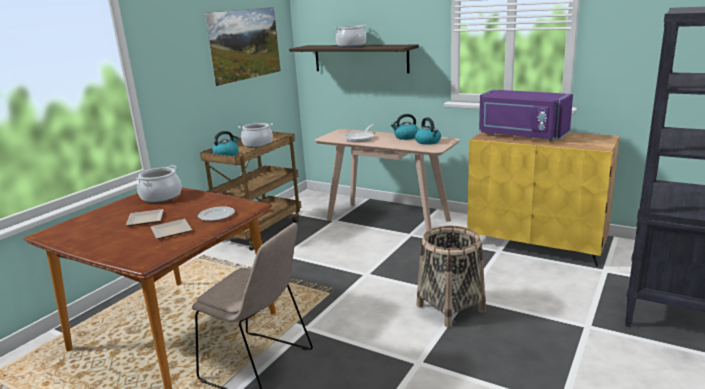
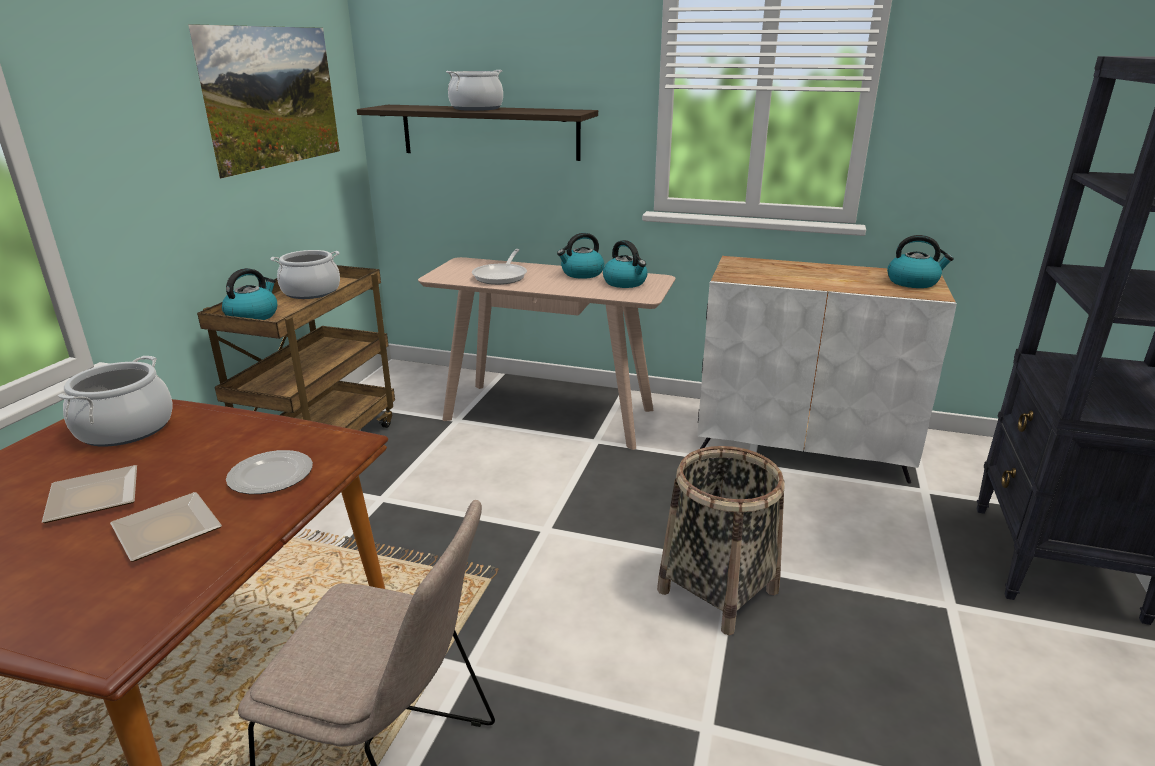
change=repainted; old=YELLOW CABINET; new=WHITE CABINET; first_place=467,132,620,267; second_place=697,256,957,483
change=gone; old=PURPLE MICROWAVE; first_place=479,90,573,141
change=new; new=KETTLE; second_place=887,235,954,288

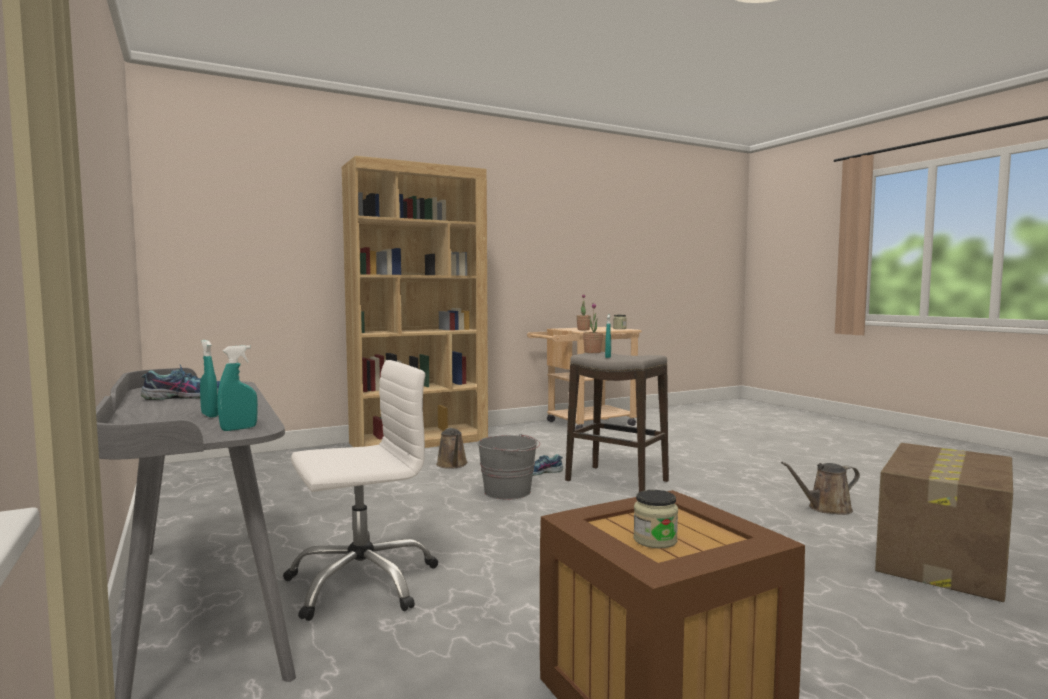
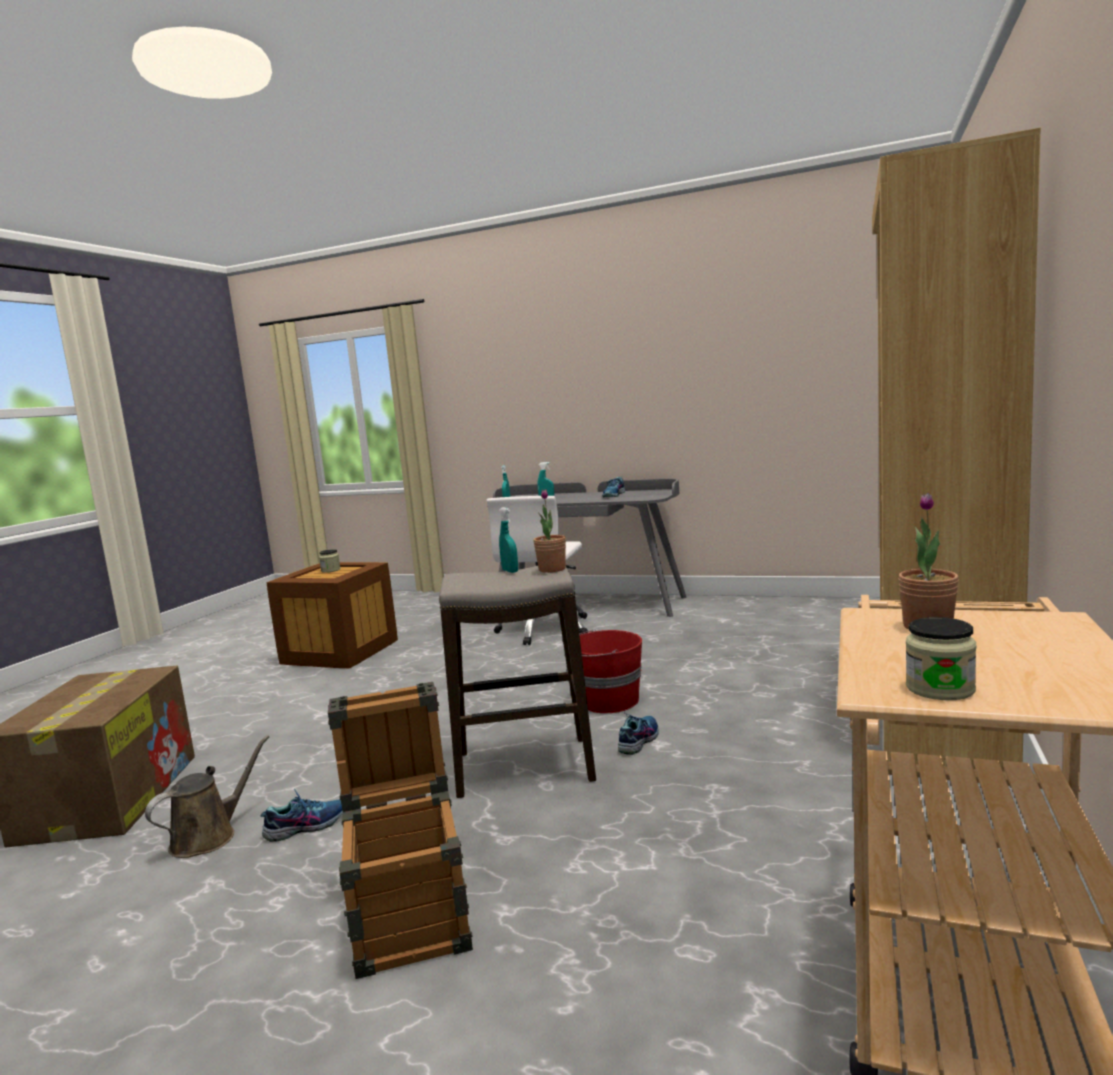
change=gone; old=BROWN WATERING CAN; first_place=436,428,468,469
change=repainted; old=GREY BUCKET; new=RED BUCKET; first_place=478,434,540,500; second_place=579,629,642,713
change=new; new=SHOE; second_place=261,789,343,842
change=new; new=CRATE; second_place=328,682,473,979

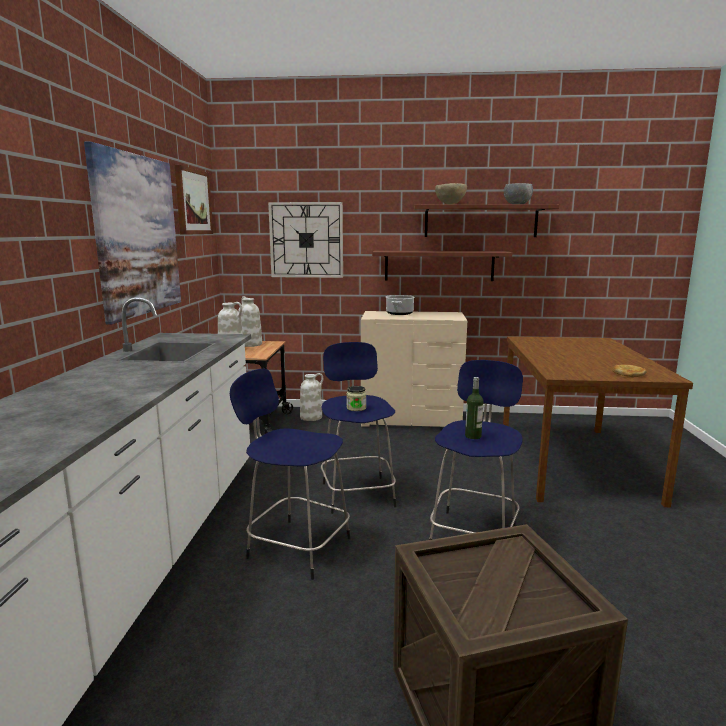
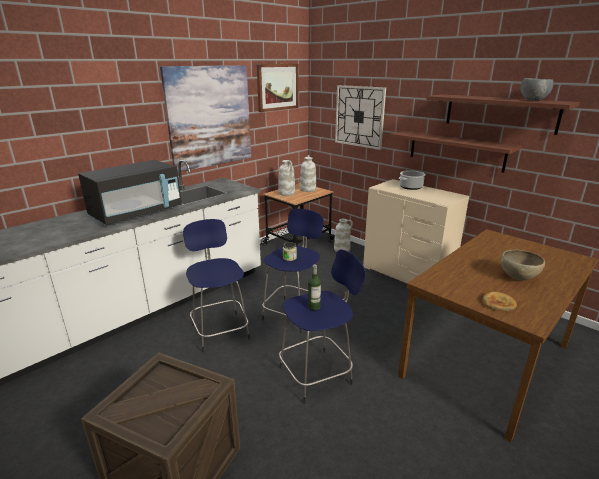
change=shifted; old=BROWN BOWL; first_place=435,183,467,205; second_place=501,250,545,280
change=new; new=BLACK MICROWAVE; second_place=78,160,182,225

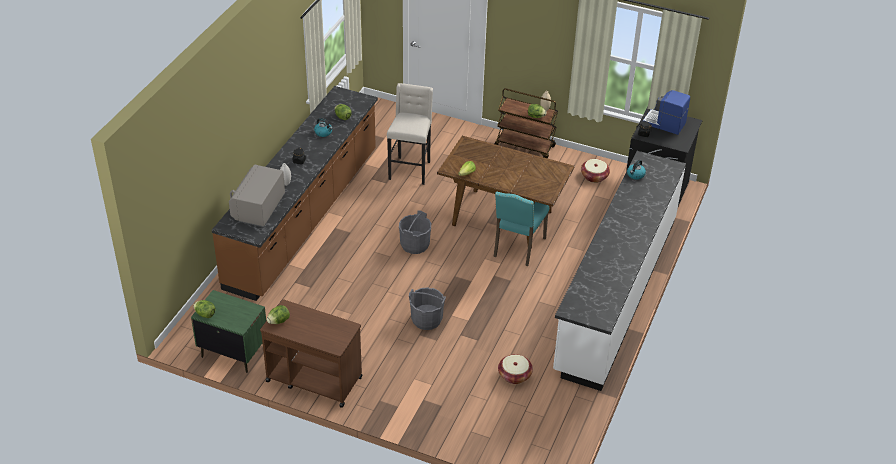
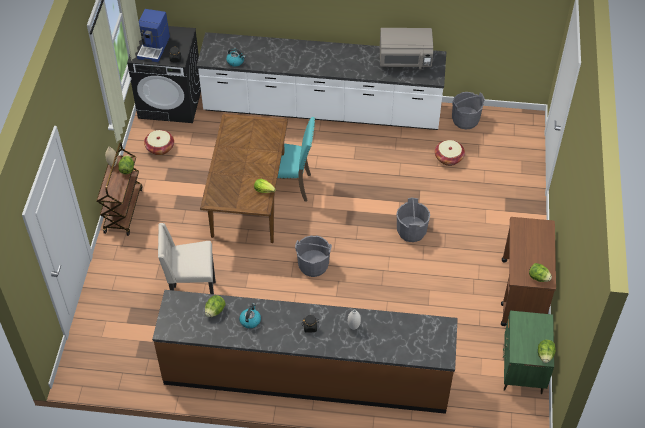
change=shifted; old=GREY MICROWAVE; first_place=229,164,285,227; second_place=380,28,433,69
change=new; new=GREY BUCKET; second_place=452,92,485,130

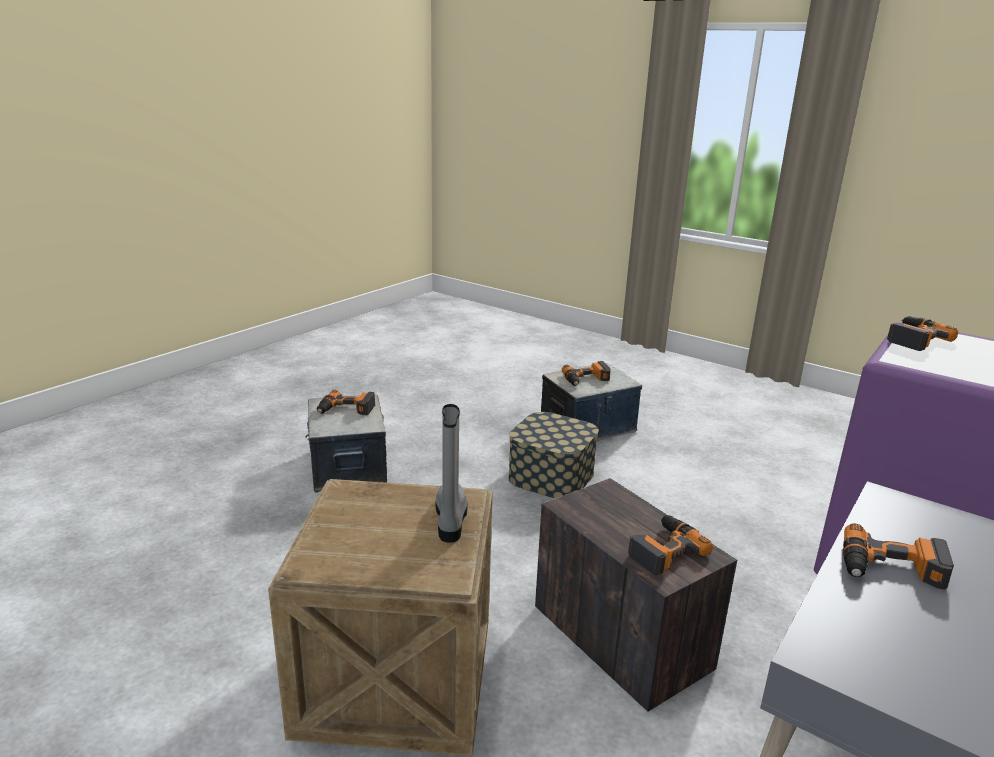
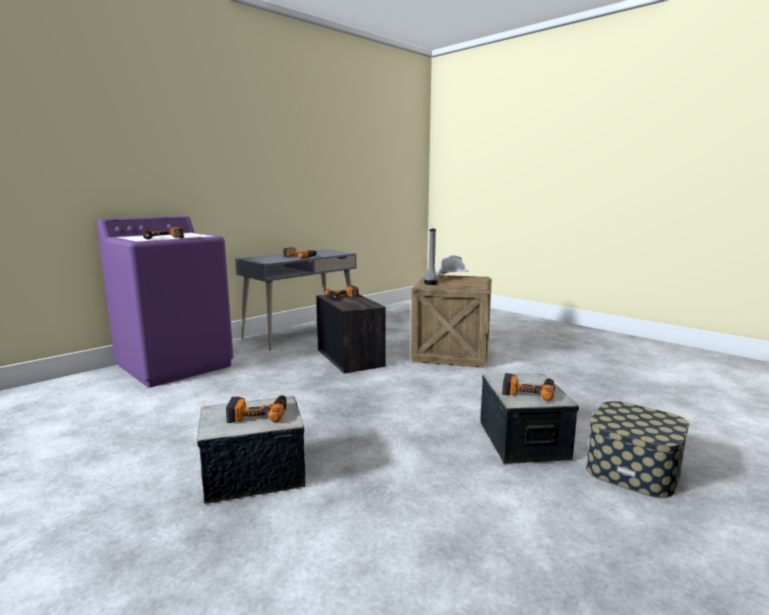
change=shifted; old=STORAGE BOX; first_place=508,412,599,498; second_place=586,401,689,498
change=new; new=WHITE HARD HAT; second_place=437,255,469,277

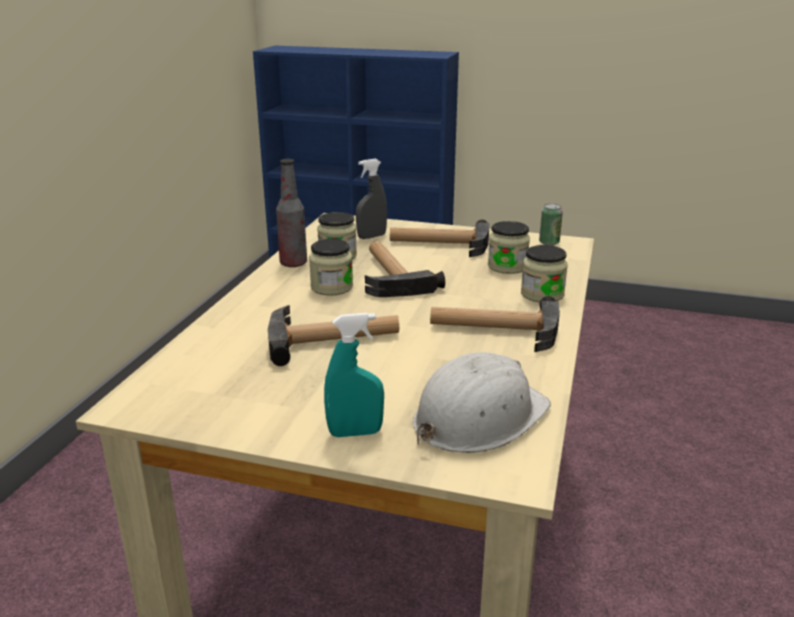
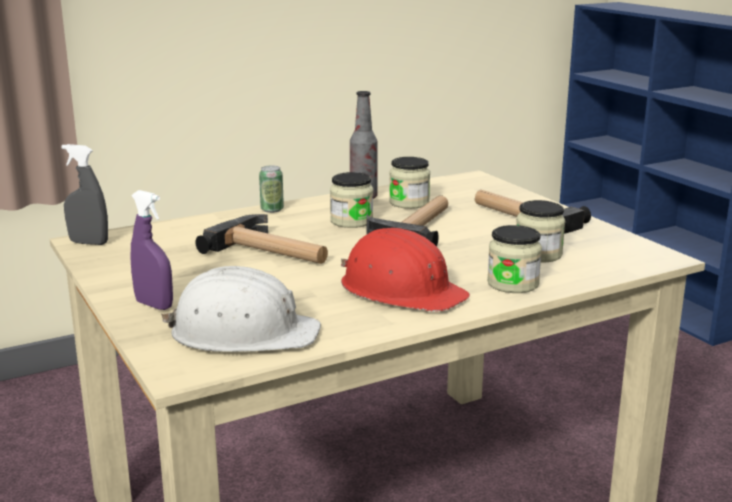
change=repainted; old=TURQUOISE SPRAY BOTTLE; new=PURPLE SPRAY BOTTLE; first_place=324,313,384,437; second_place=130,190,173,310
change=shifted; old=GREY SPRAY BOTTLE; first_place=356,159,387,239; second_place=61,144,108,245
change=swapped; old=HAMMER; new=RED HARD HAT; first_place=430,296,560,352; second_place=341,228,470,312
change=shifted; old=CAN; first_place=539,203,563,246; second_place=259,166,284,213

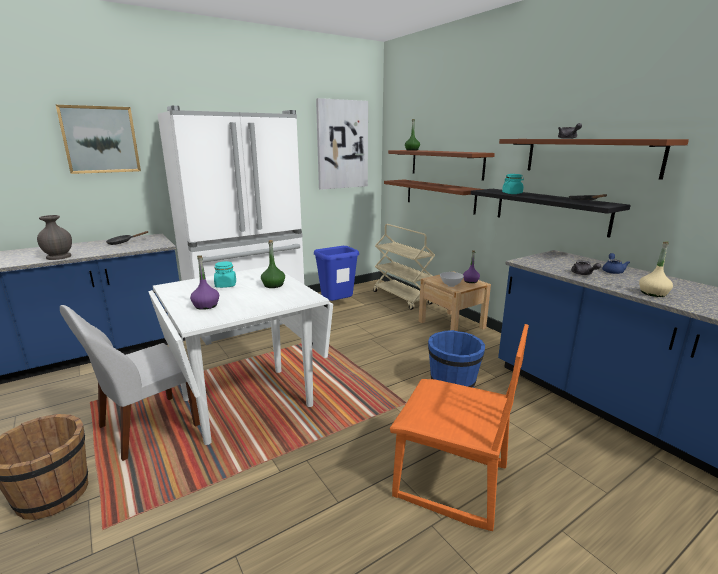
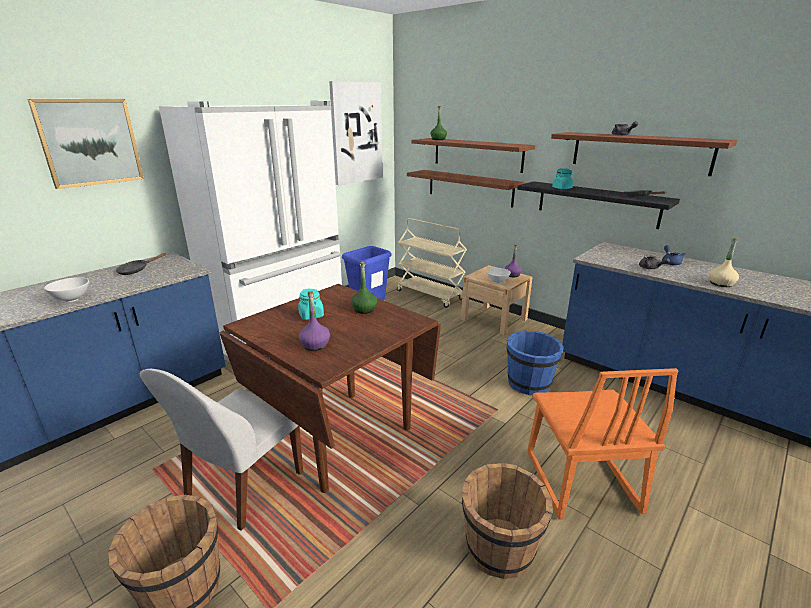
change=swapped; old=GREY VASE; new=WHITE BOWL; first_place=37,215,72,260; second_place=44,277,89,302
change=repainted; old=WHITE DINING TABLE; new=BROWN DINING TABLE; first_place=149,266,333,445; second_place=219,284,441,493
change=rotated; old=ORANGE CHAIR; first_place=390,324,529,531; second_place=527,368,678,520; degrees=75
change=new; new=BROWN BUCKET; second_place=462,463,552,579

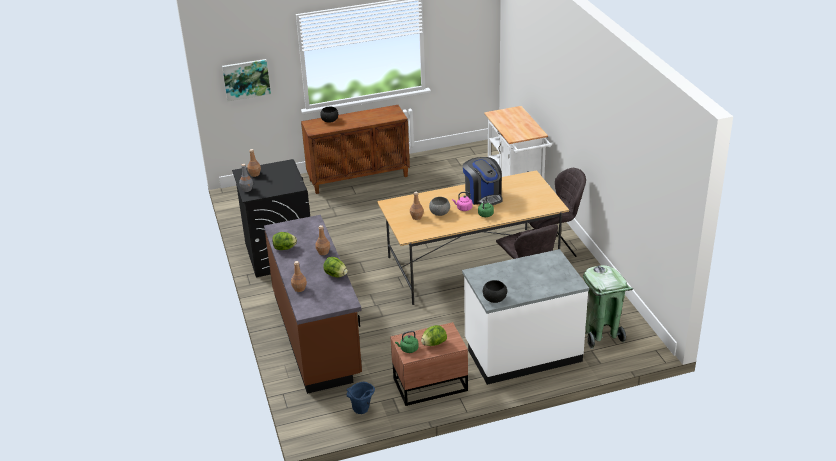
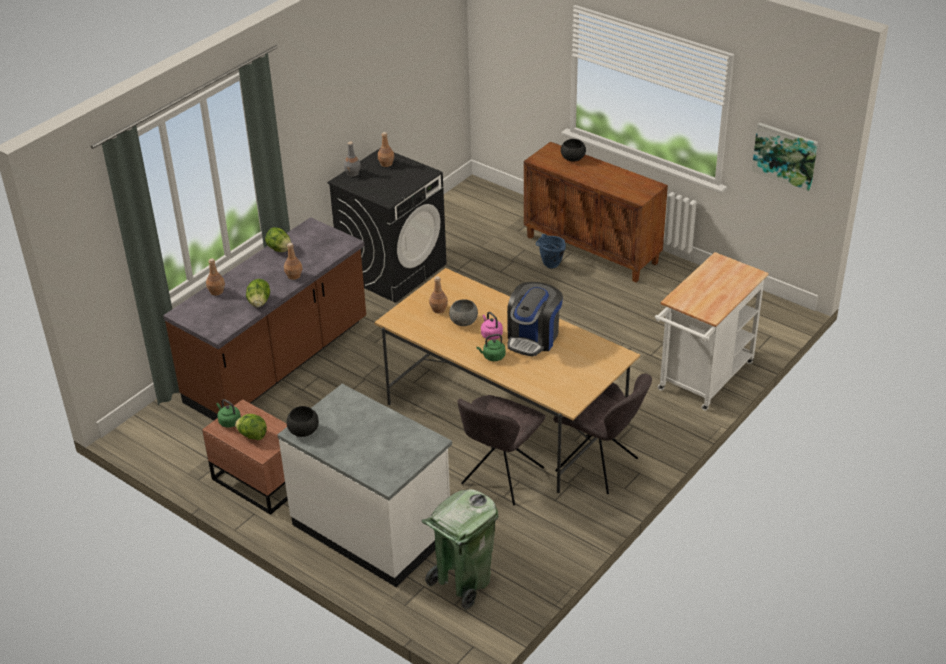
change=shifted; old=PICTURE; first_place=222,59,271,101; second_place=752,122,818,191
change=shifted; old=BLUE BUCKET; first_place=347,382,375,414; second_place=536,234,566,269

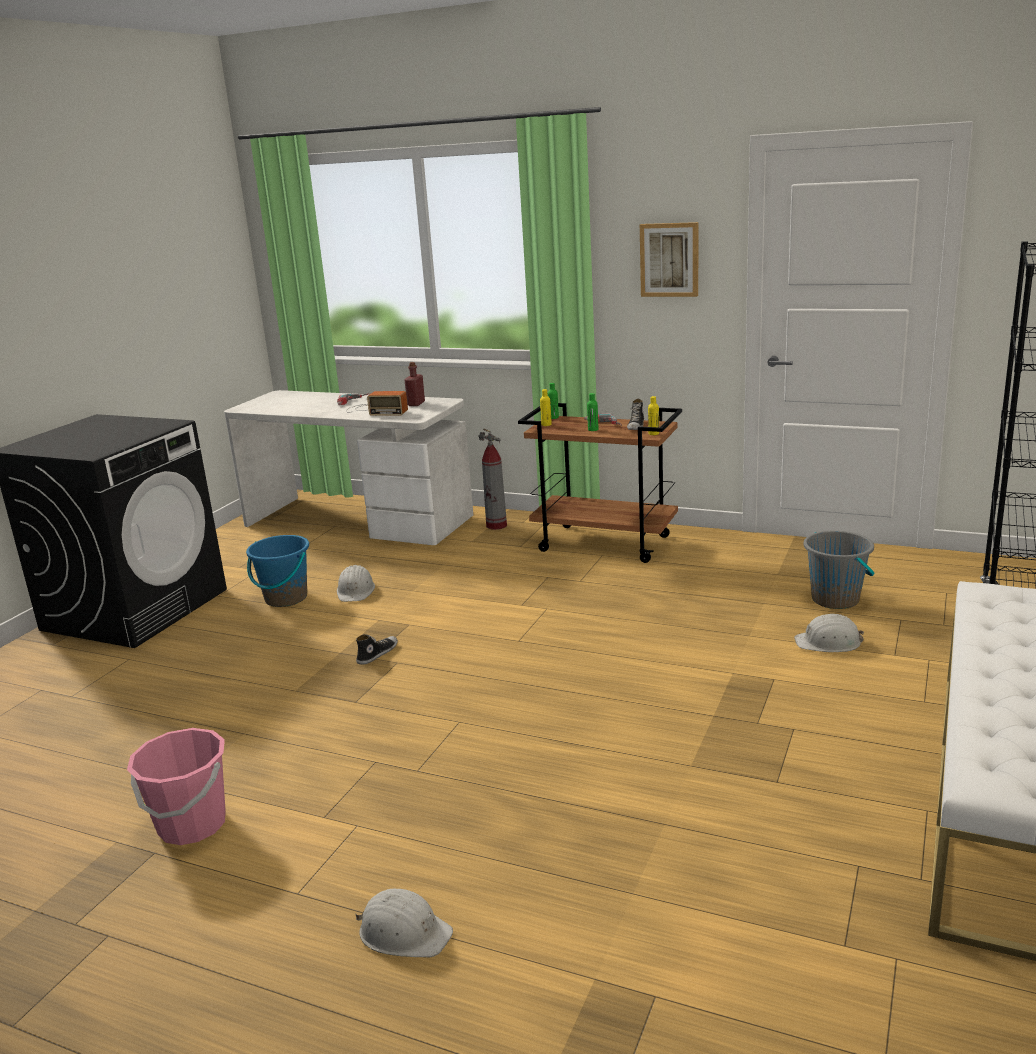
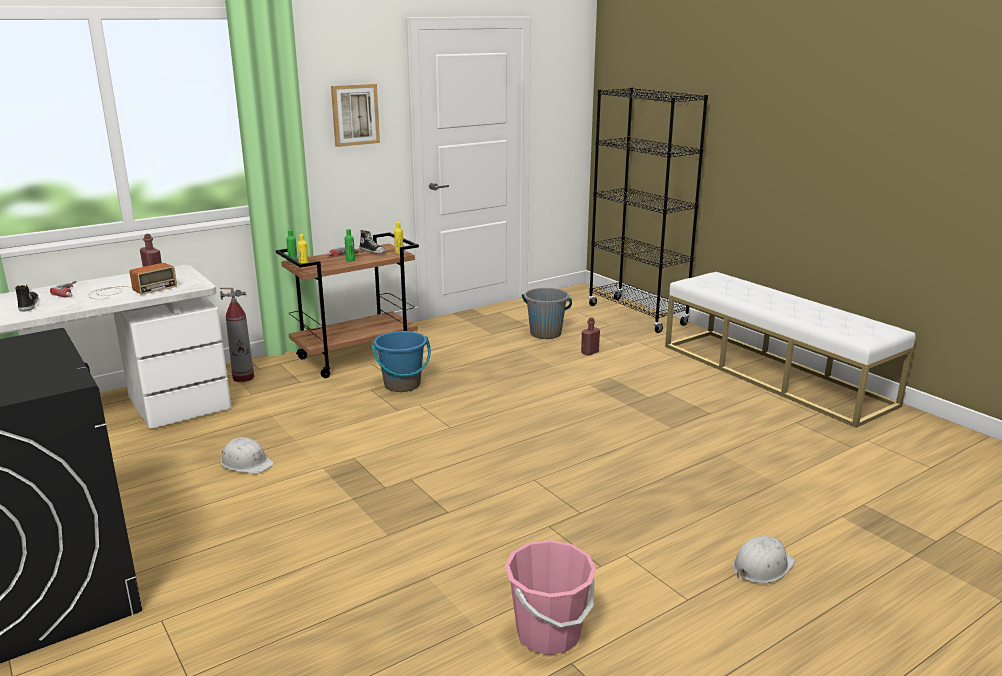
change=shifted; old=BLUE BUCKET; first_place=246,535,309,607; second_place=372,331,431,392
change=shifted; old=SHOE; first_place=356,634,398,665; second_place=15,285,38,311
change=swapped; old=WHITE HARD HAT; new=RED BOTTLE; first_place=794,614,864,652; second_place=581,318,600,356

